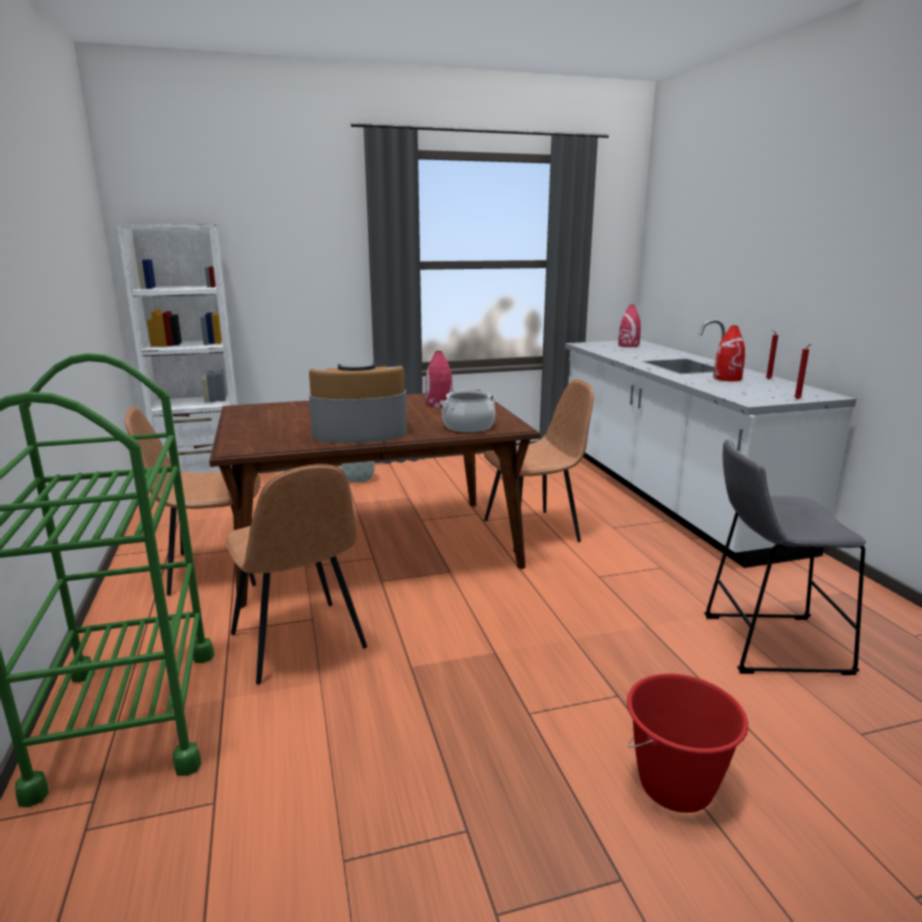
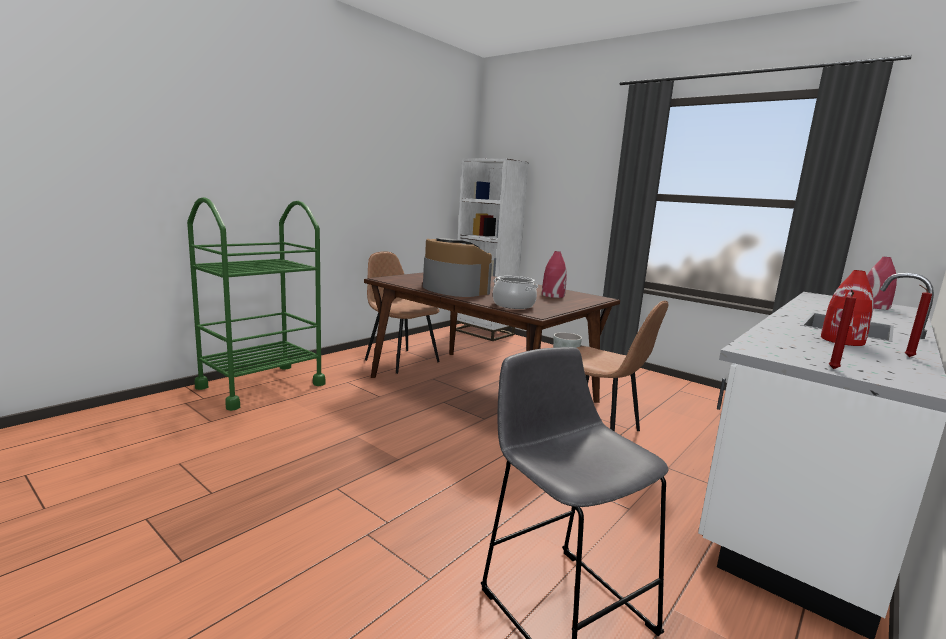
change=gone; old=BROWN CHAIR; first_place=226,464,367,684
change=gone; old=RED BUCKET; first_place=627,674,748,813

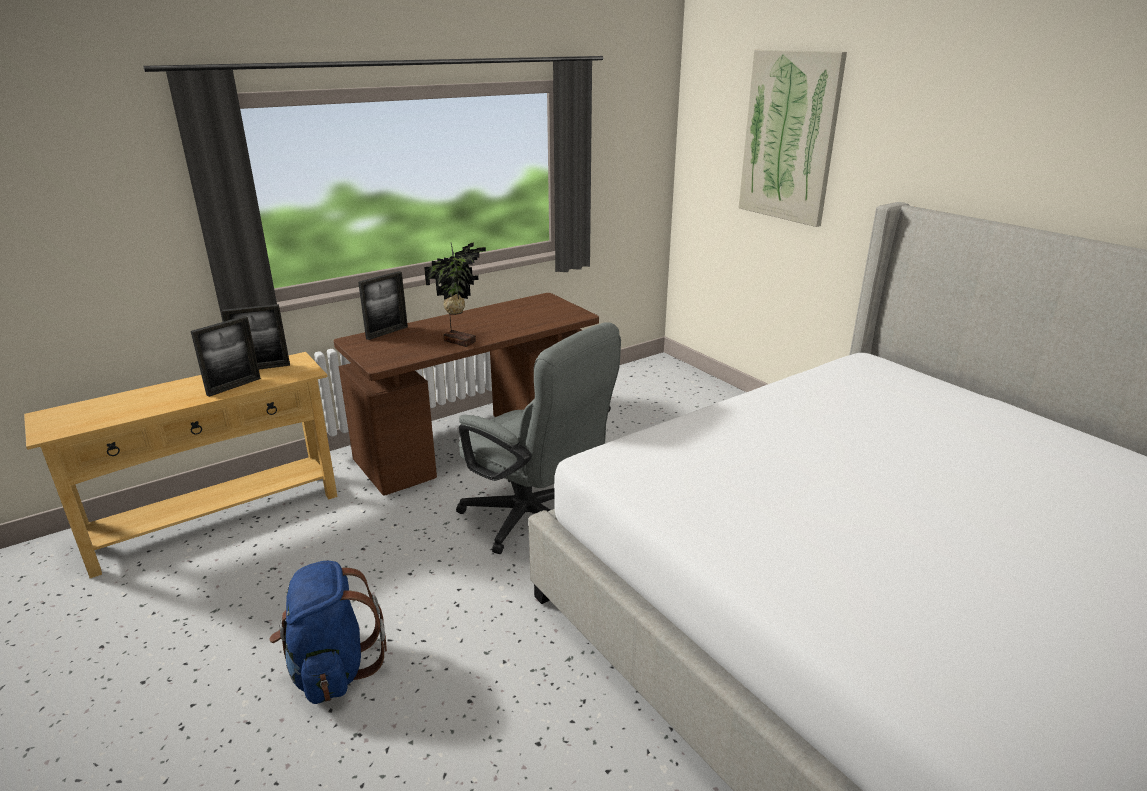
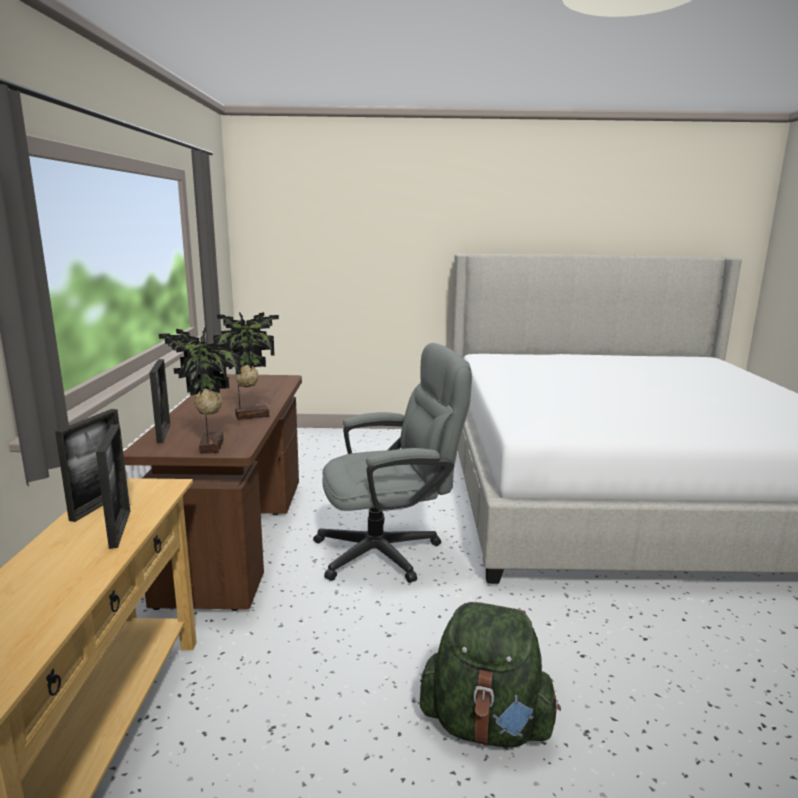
change=repainted; old=BLUE BACKPACK; new=GREEN BACKPACK; first_place=269,561,387,704; second_place=420,602,561,748
change=gone; old=PICTURE; first_place=739,50,847,227
change=new; new=POTTED PLANT; second_place=158,326,241,454

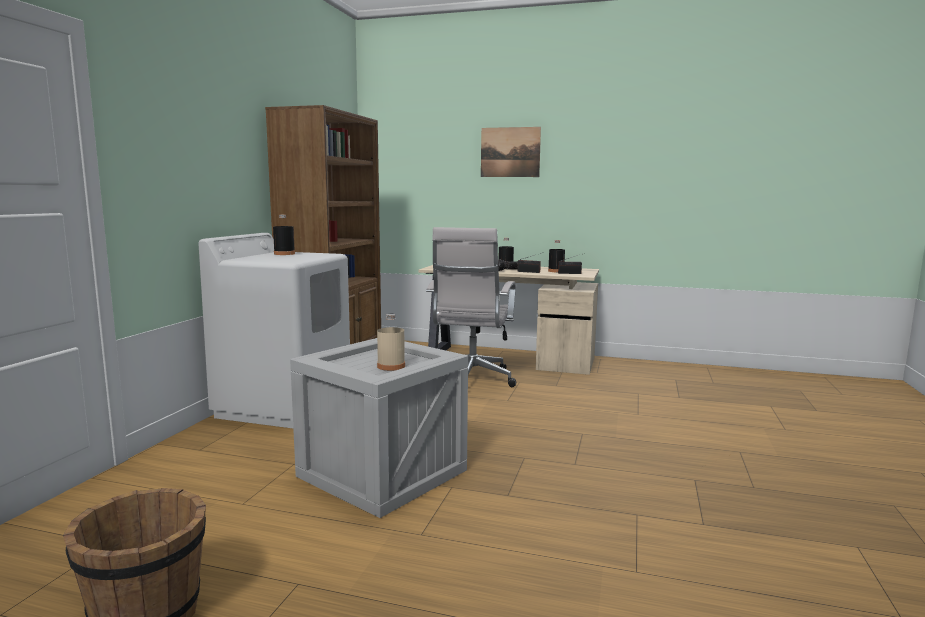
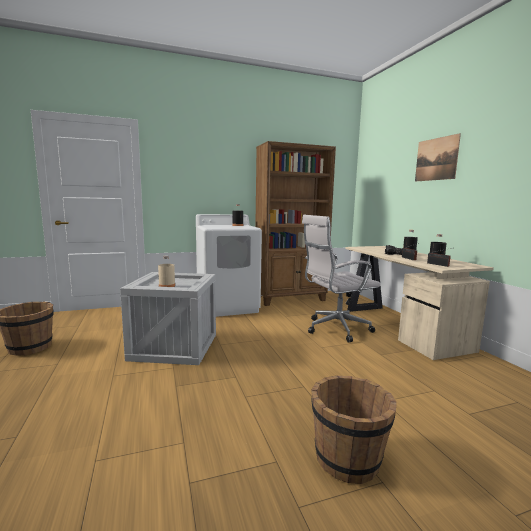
change=new; new=BROWN BUCKET; second_place=311,376,397,484

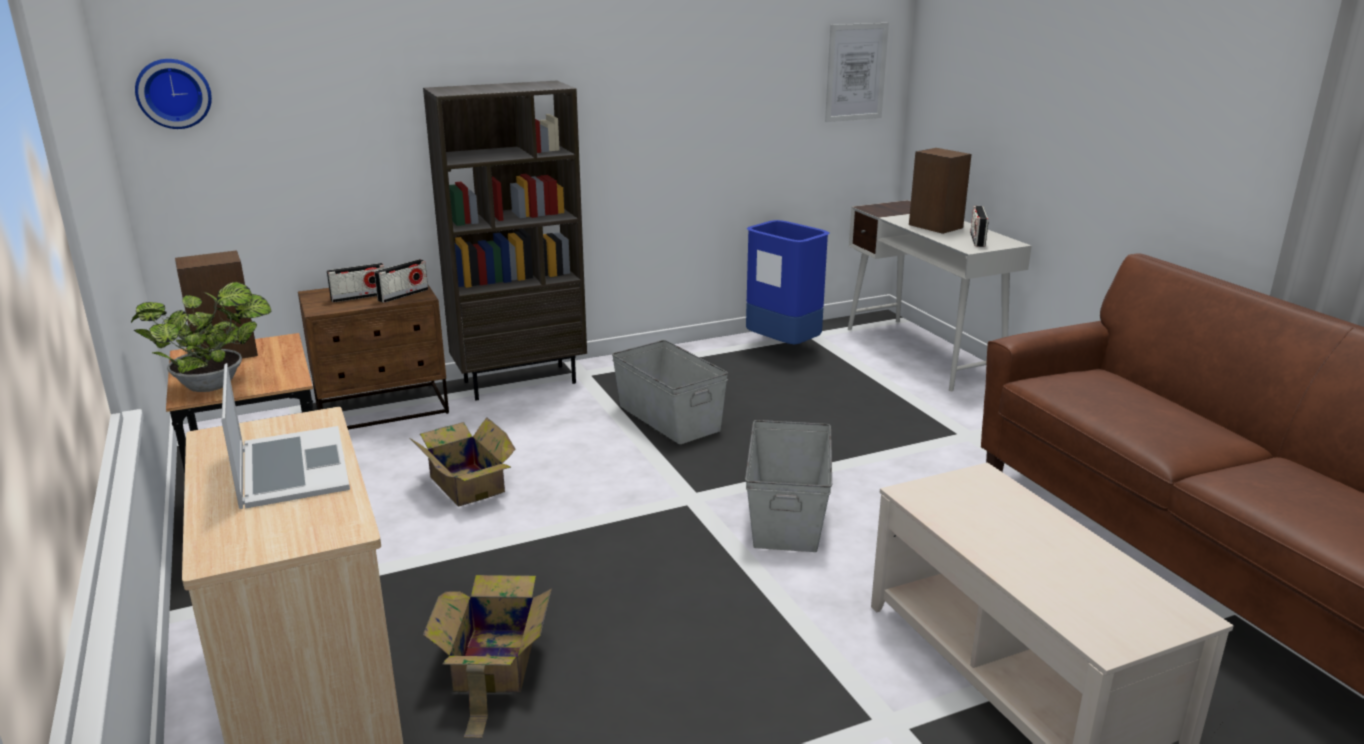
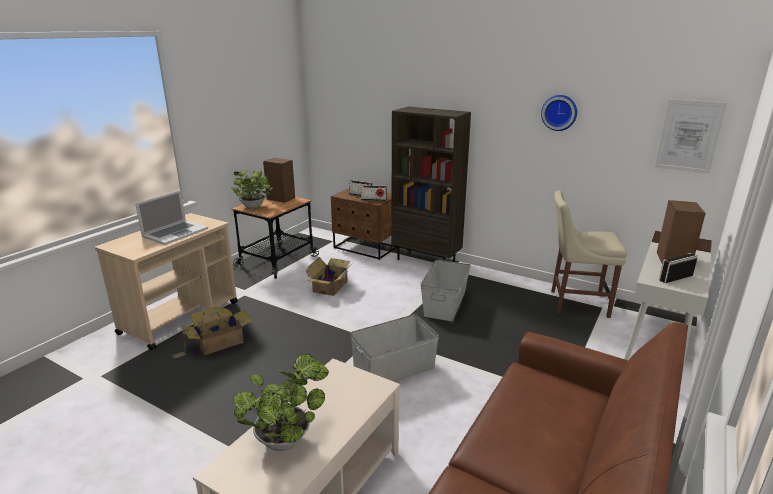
change=shifted; old=WALL CLOCK; first_place=135,59,212,129; second_place=541,95,577,131
change=swapped; old=BLUE TRASH CAN; new=BEIGE CHAIR; first_place=746,220,830,344; second_place=551,190,627,318
change=new; new=POTTED PLANT; second_place=233,354,329,451

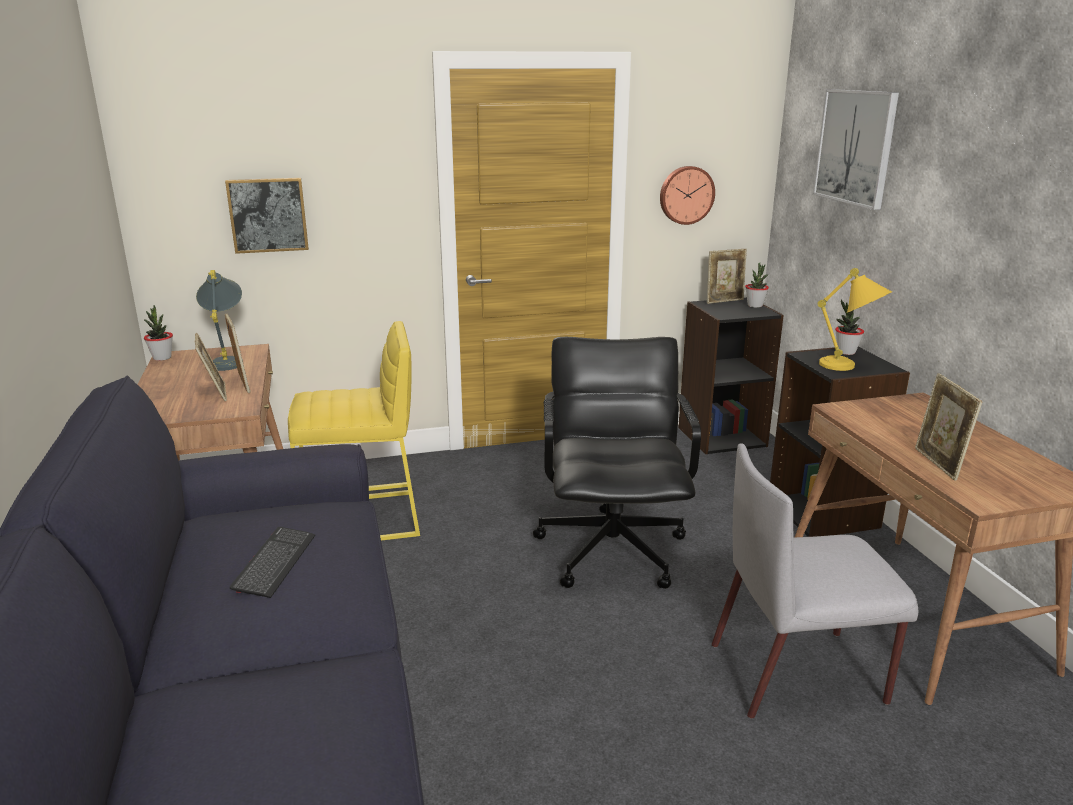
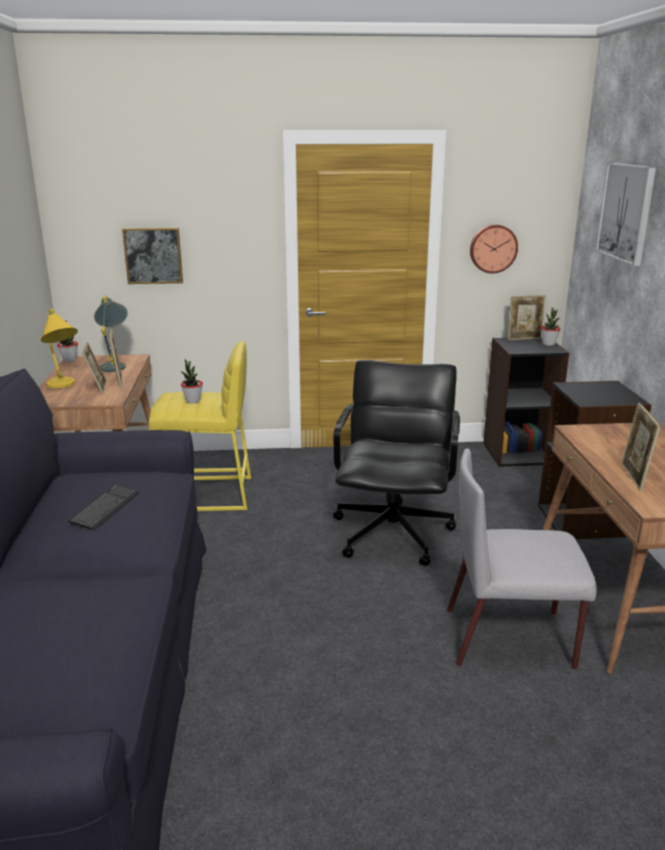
change=shifted; old=YELLOW TABLE LAMP; first_place=817,268,893,371; second_place=41,308,78,388
change=shifted; old=POTTED PLANT; first_place=835,299,864,355; second_place=180,359,203,404

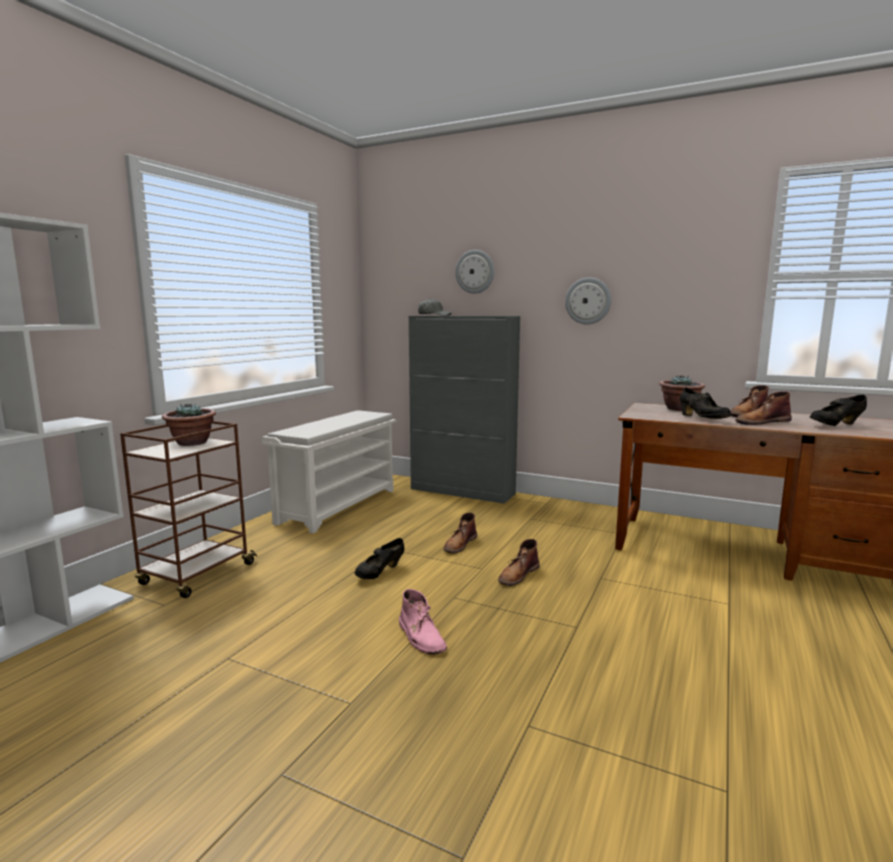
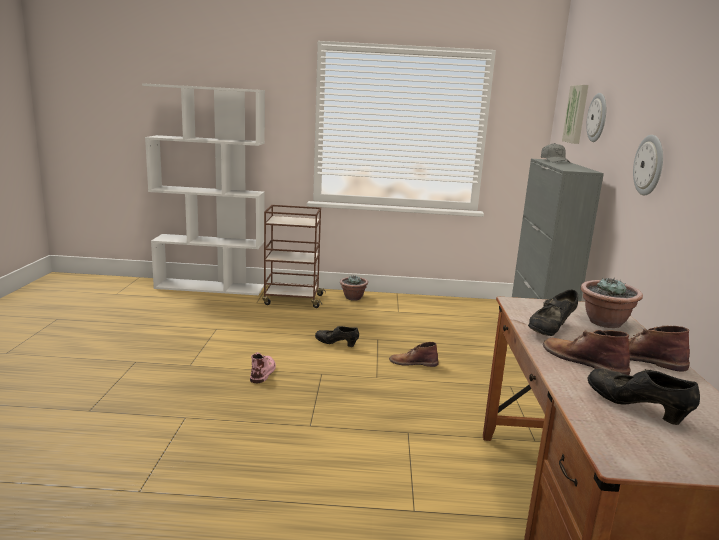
change=shifted; old=POTTED PLANT; first_place=162,404,216,446; second_place=340,275,368,301
change=gone; old=WHITE SHOE RACK; first_place=262,410,396,534
change=rotated; old=PINK BOOT; first_place=399,589,447,655; second_place=250,352,276,383; degrees=150
change=gone; old=BROWN BOOT; first_place=498,539,540,586
change=new; new=PICTURE; second_place=562,85,588,144

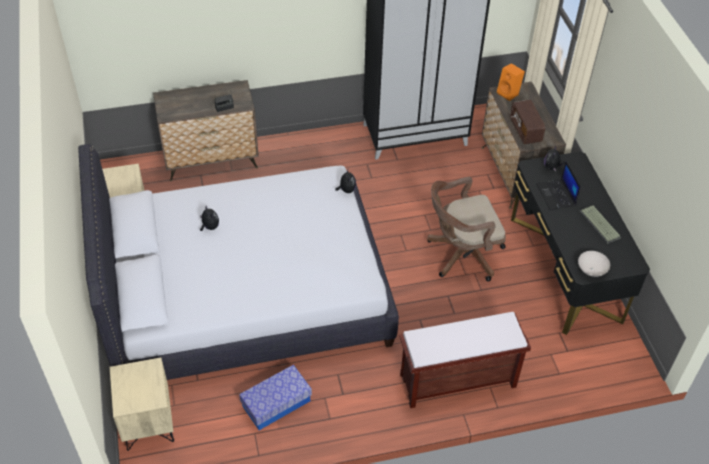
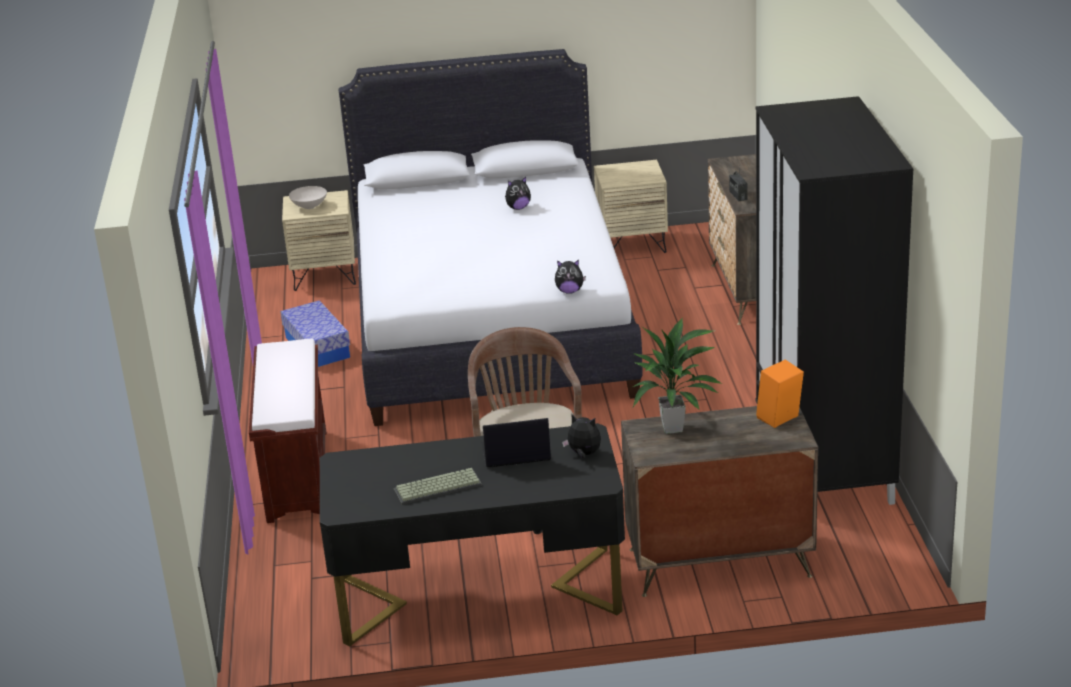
change=swapped; old=RADIO; new=POTTED PLANT; first_place=510,100,545,144; second_place=633,317,722,434
change=shifted; old=WHITE BOWL; first_place=578,251,610,277; second_place=289,186,327,209

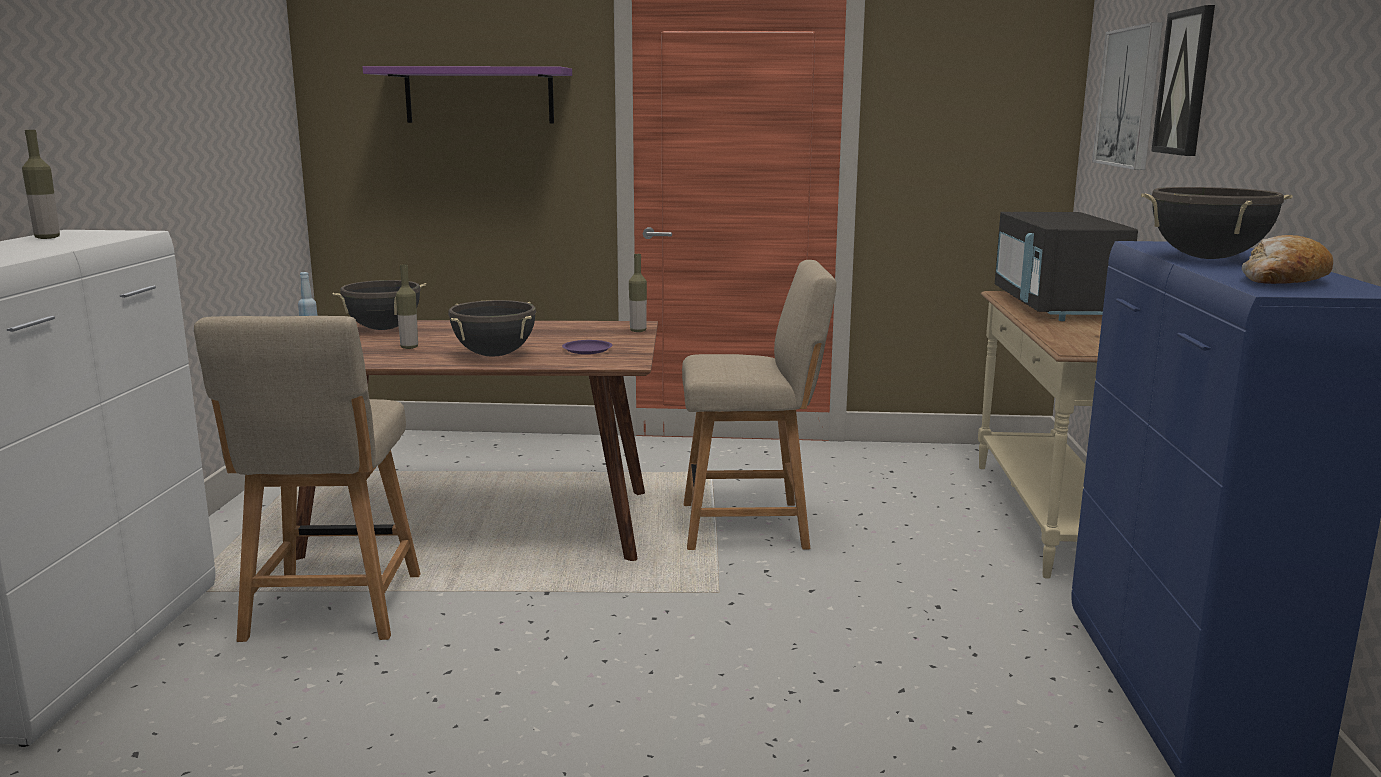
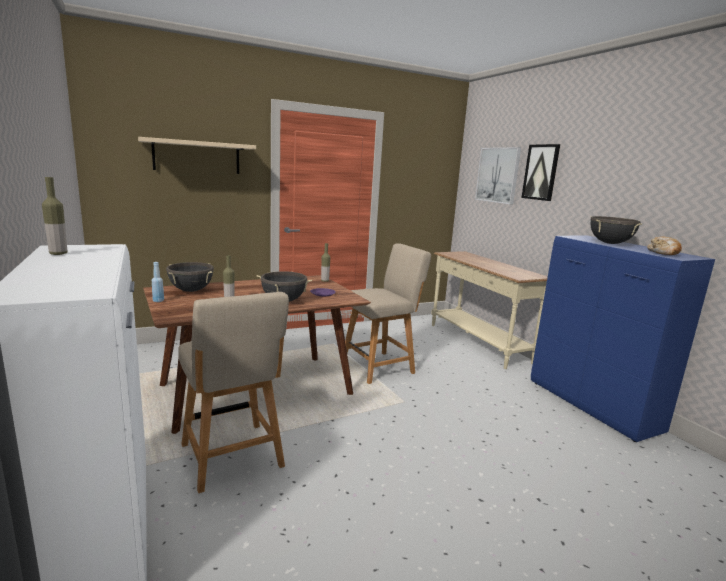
change=repainted; old=PURPLE SHELF; new=BEIGE SHELF; first_place=363,66,572,124; second_place=138,137,256,174
change=gone; old=BLACK MICROWAVE; first_place=995,212,1138,321

